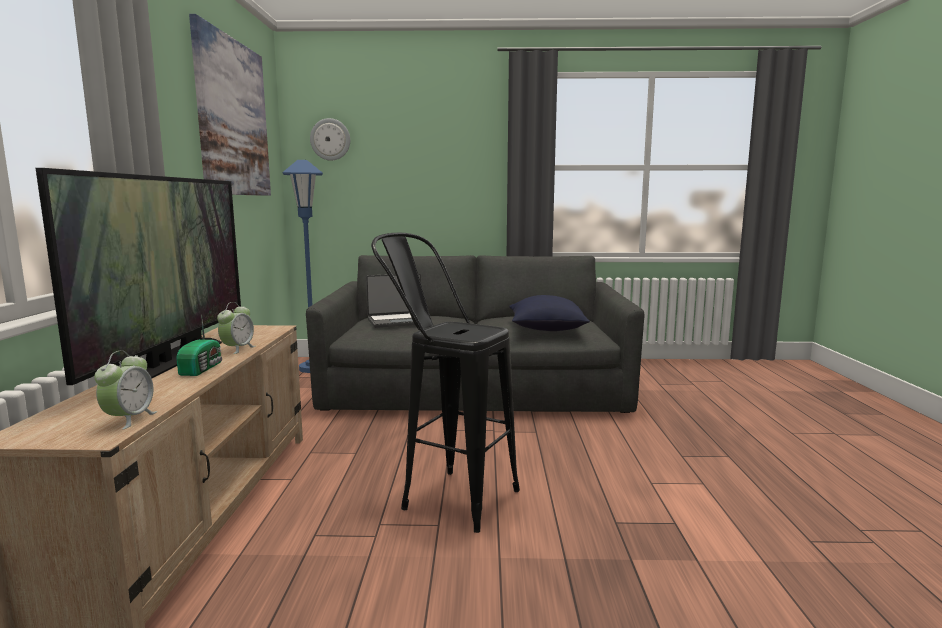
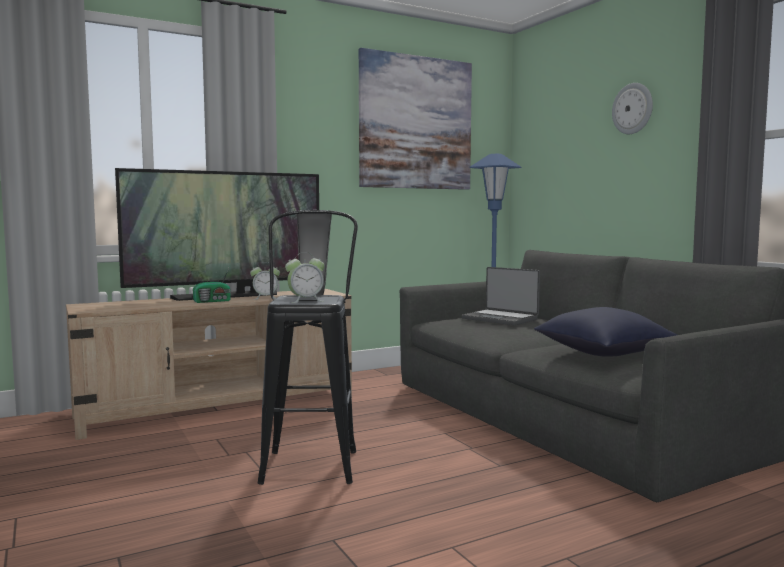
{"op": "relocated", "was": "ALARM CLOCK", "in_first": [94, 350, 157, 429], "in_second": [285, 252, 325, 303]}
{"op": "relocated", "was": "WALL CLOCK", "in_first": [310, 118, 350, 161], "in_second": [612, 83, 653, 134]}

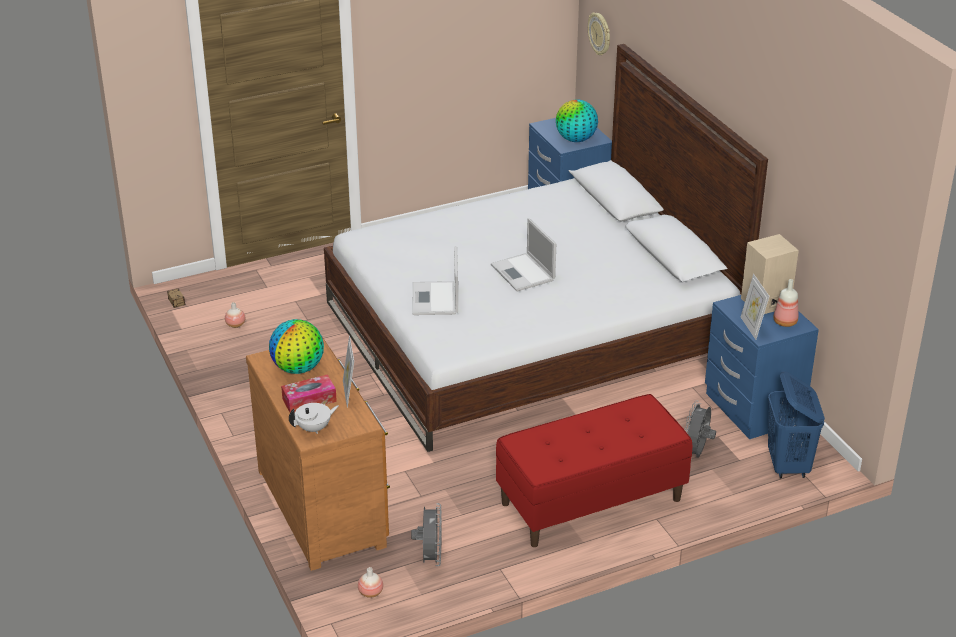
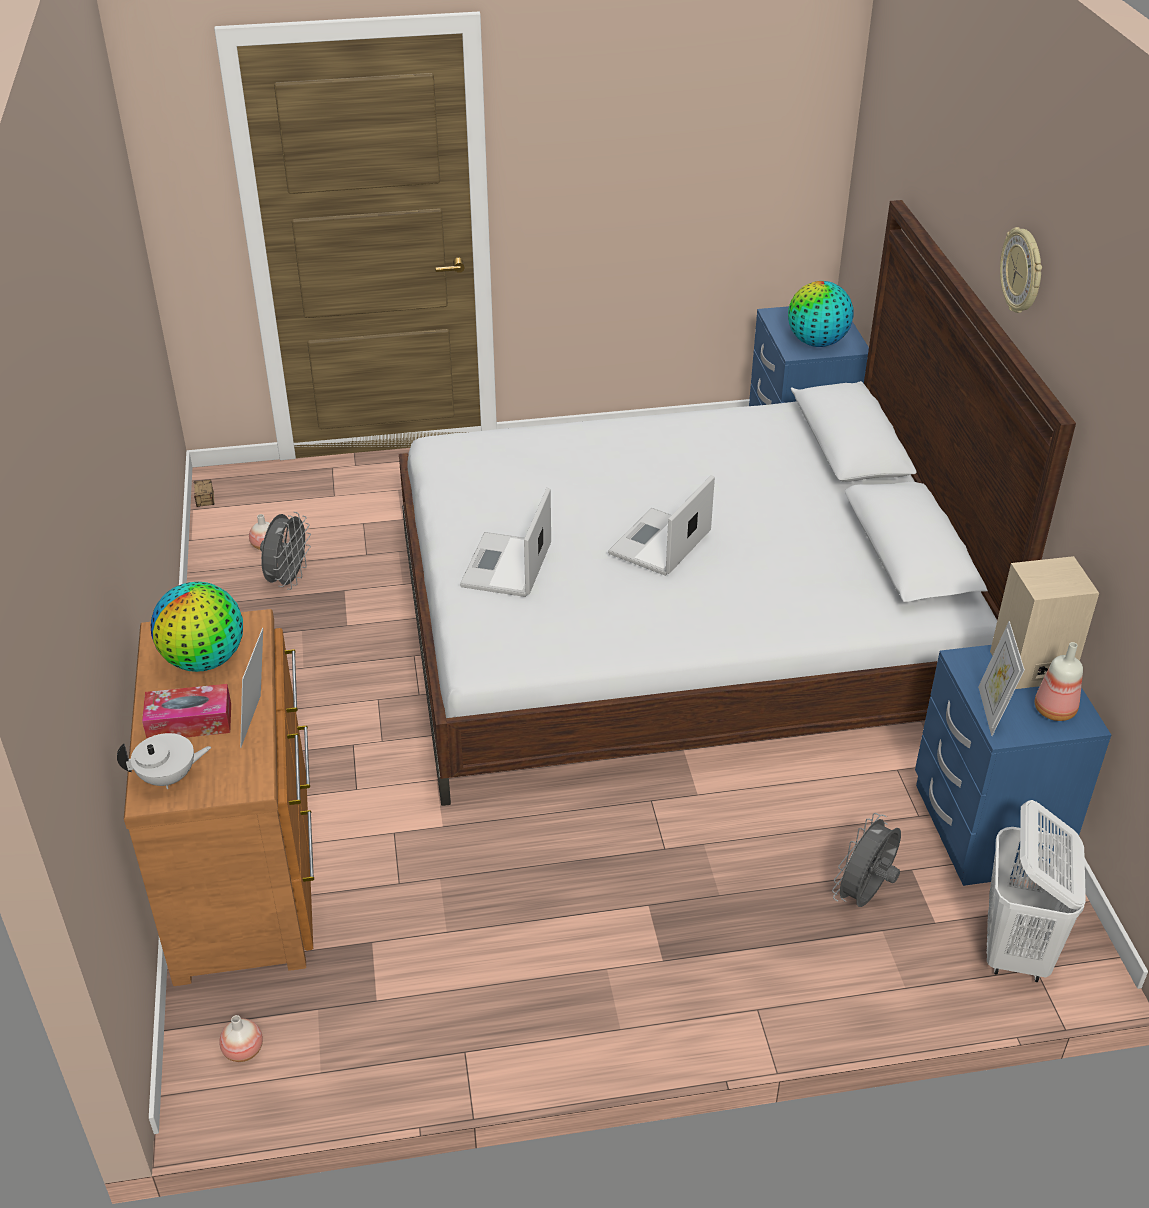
{"op": "relocated", "was": "GREY FAN", "in_first": [411, 503, 442, 566], "in_second": [260, 512, 311, 590]}
{"op": "spun", "was": "LAPTOP", "in_first": [491, 218, 556, 292], "in_second": [608, 475, 715, 576], "clockwise": 45}
{"op": "colour", "was": "BLUE LAUNDRY BASKET", "now": "WHITE LAUNDRY BASKET", "in_first": [768, 371, 825, 479], "in_second": [987, 800, 1086, 982]}
{"op": "relocated", "was": "WALL CLOCK", "in_first": [588, 12, 610, 55], "in_second": [1000, 227, 1042, 313]}
{"op": "missing", "was": "RED BENCH", "in_first": [496, 394, 692, 547]}

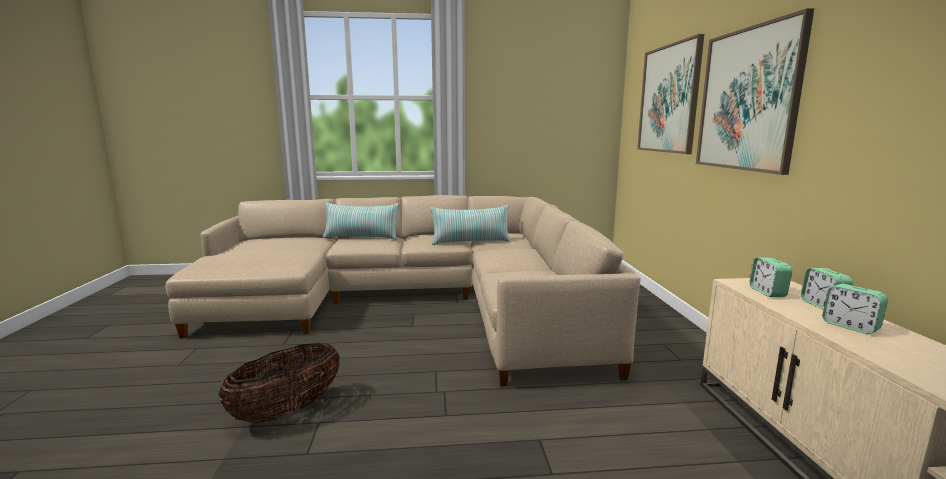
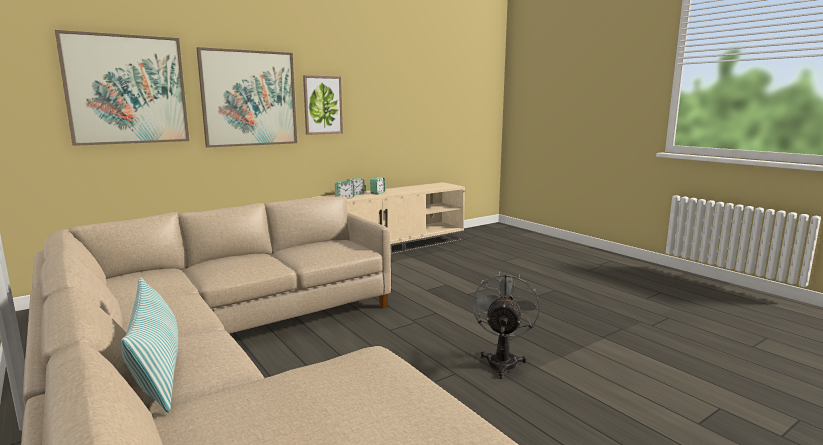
{"op": "appeared", "now": "PICTURE", "in_second": [303, 75, 343, 135]}
{"op": "exchanged", "was": "BASKET", "now": "GREY FAN", "in_first": [218, 343, 340, 423], "in_second": [472, 271, 540, 379]}
{"op": "missing", "was": "PILLOW", "in_first": [430, 205, 510, 245]}

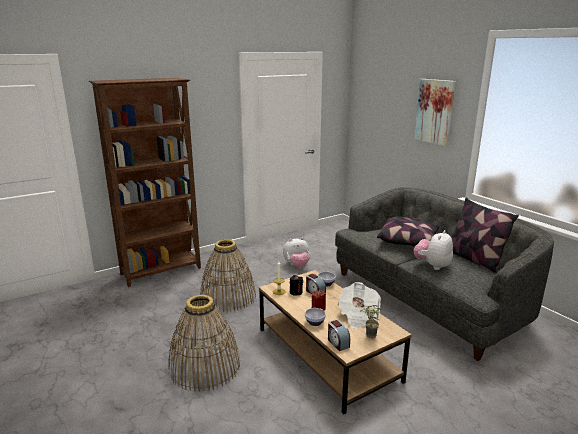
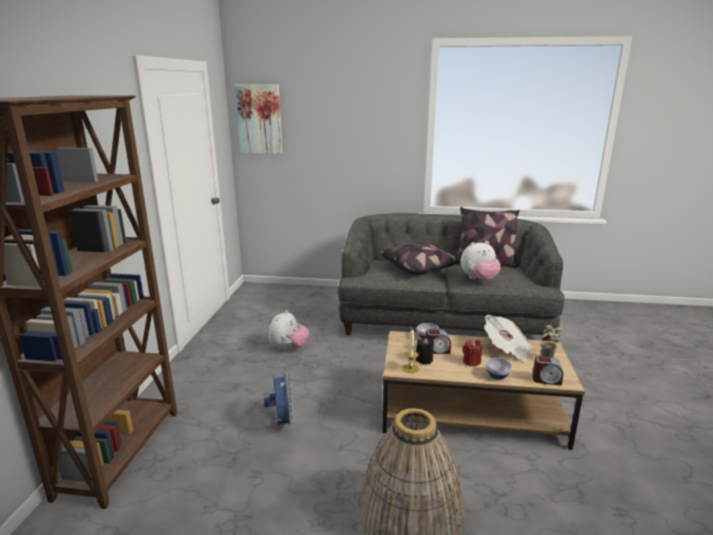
{"op": "relocated", "was": "PICTURE", "in_first": [414, 79, 455, 146], "in_second": [235, 84, 283, 154]}
{"op": "exchanged", "was": "BASKET", "now": "BLUE FAN", "in_first": [200, 239, 256, 312], "in_second": [264, 370, 294, 430]}
{"op": "spun", "was": "PLUSH TOY", "in_first": [414, 230, 453, 270], "in_second": [461, 241, 501, 281], "clockwise": -90}

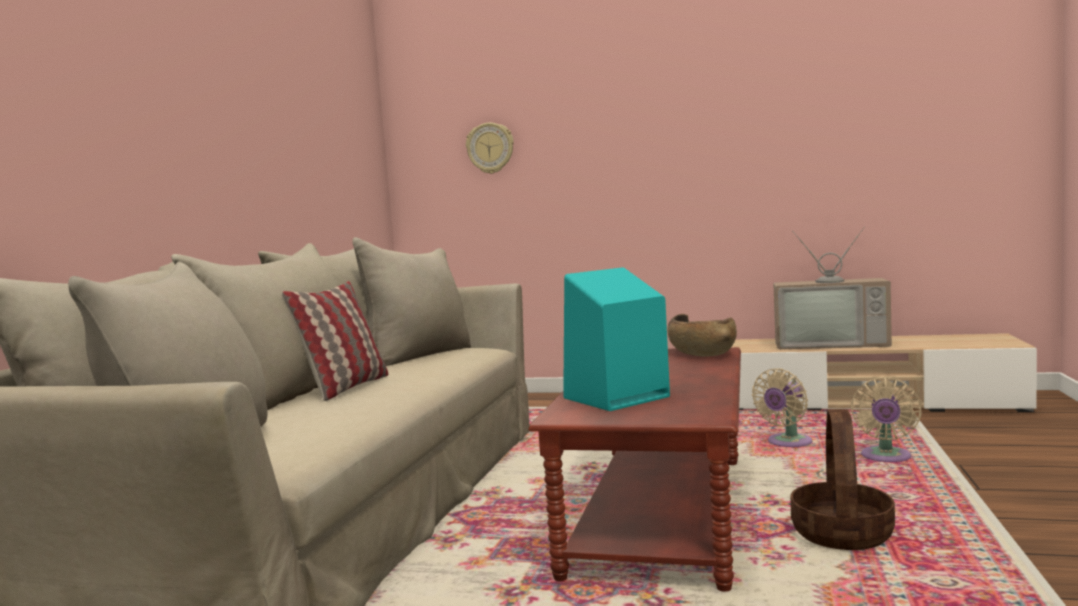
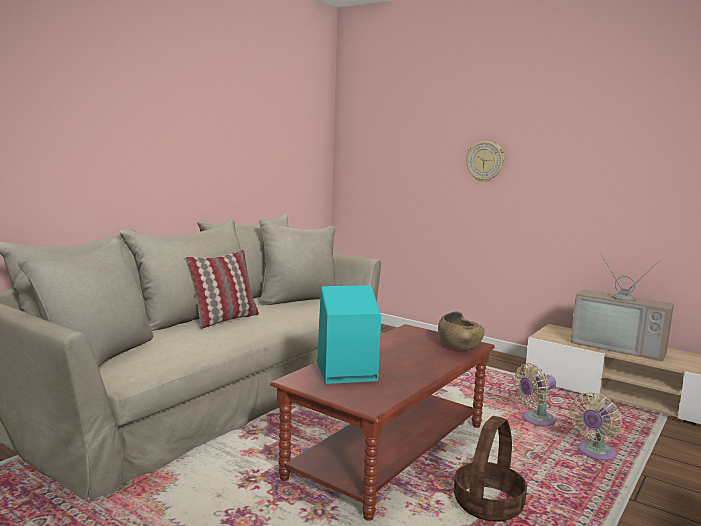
{"op": "relocated", "was": "WALL CLOCK", "in_first": [466, 123, 514, 174], "in_second": [466, 141, 504, 182]}

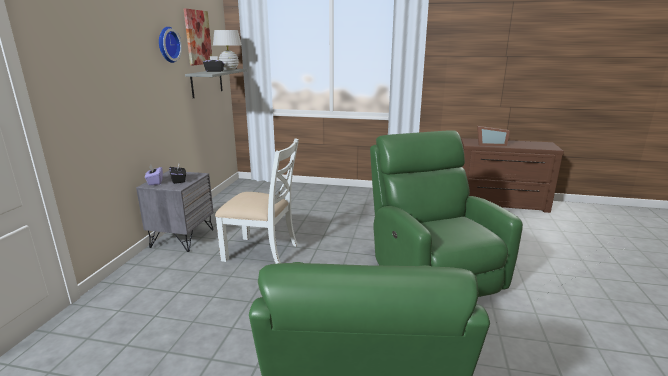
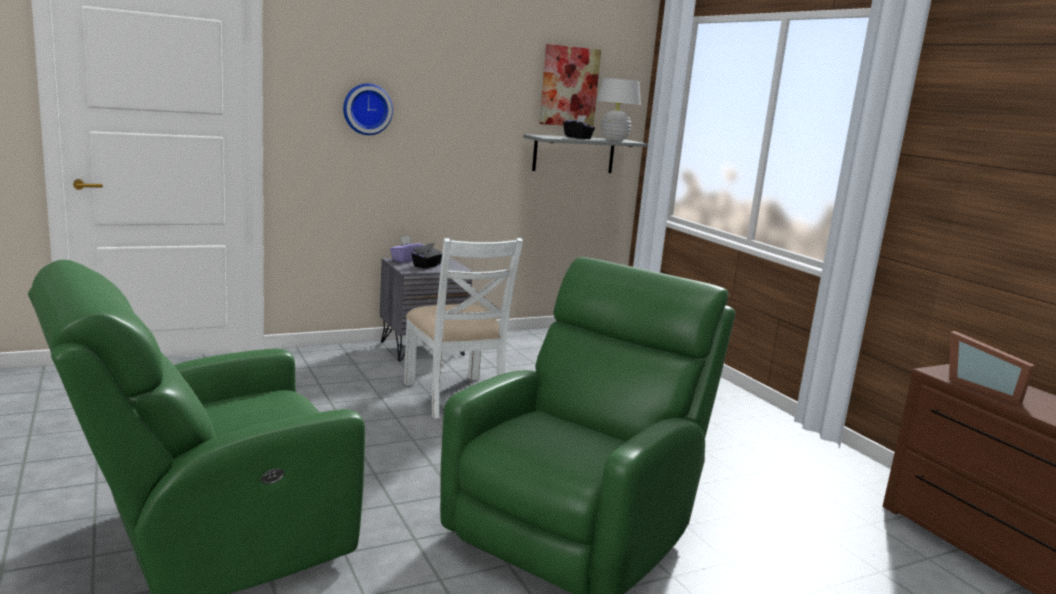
{"op": "relocated", "was": "WALL CLOCK", "in_first": [159, 27, 182, 63], "in_second": [343, 83, 393, 135]}

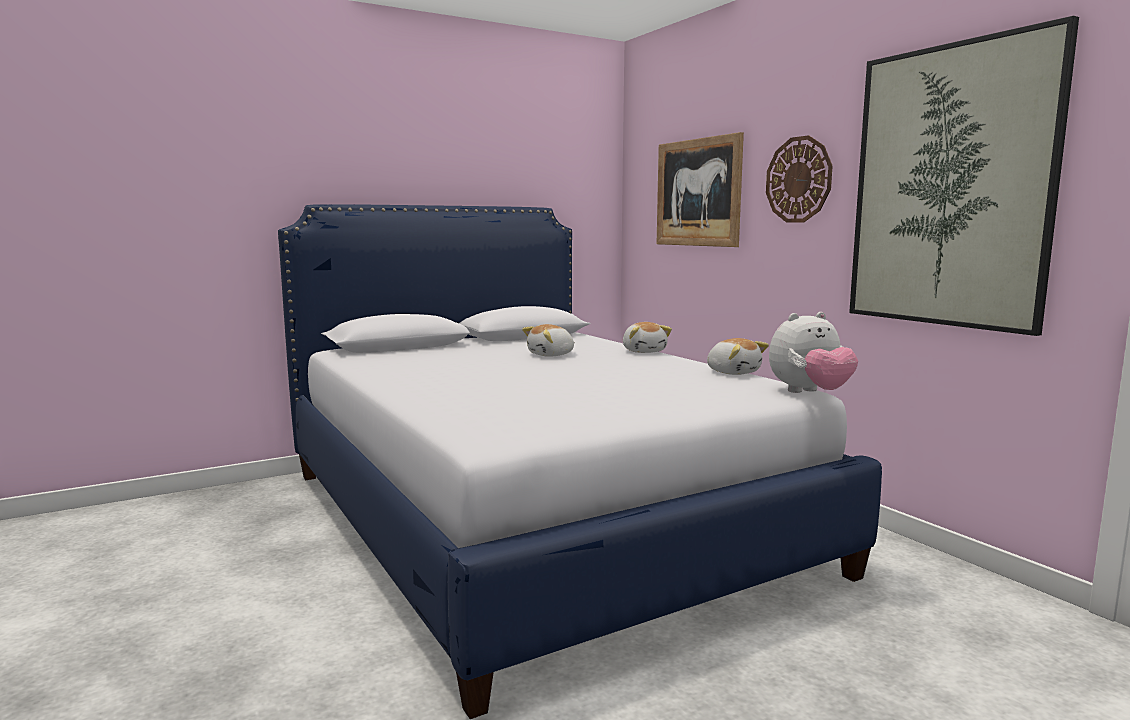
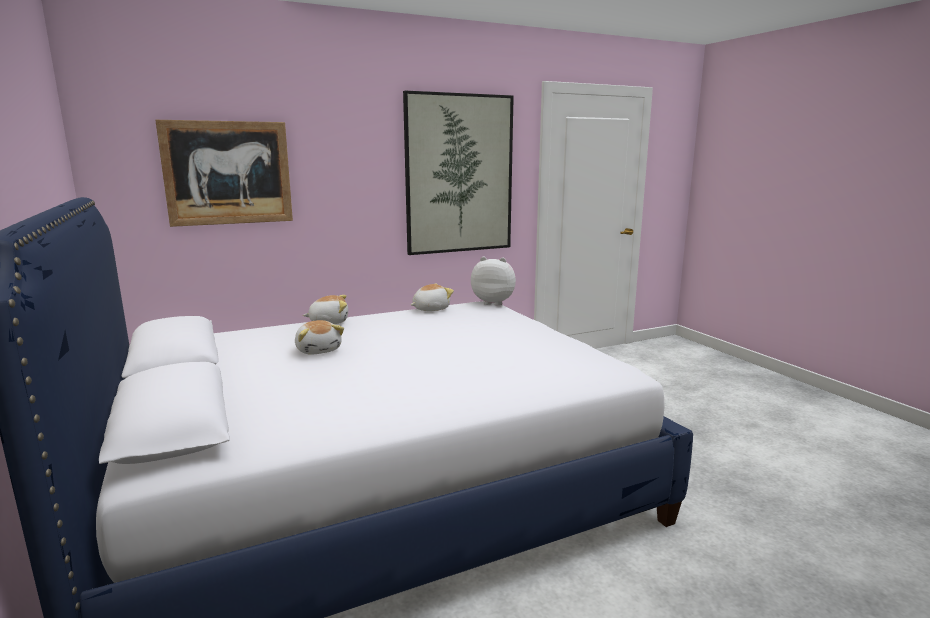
{"op": "spun", "was": "PLUSH TOY", "in_first": [769, 312, 858, 393], "in_second": [471, 257, 516, 306], "clockwise": -60}
{"op": "missing", "was": "WALL CLOCK", "in_first": [766, 135, 833, 222]}

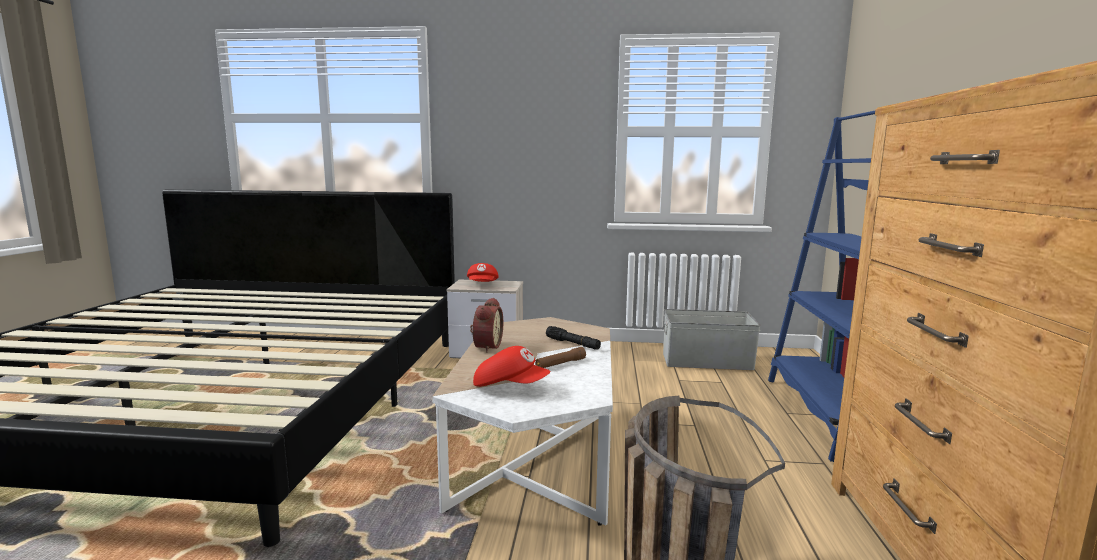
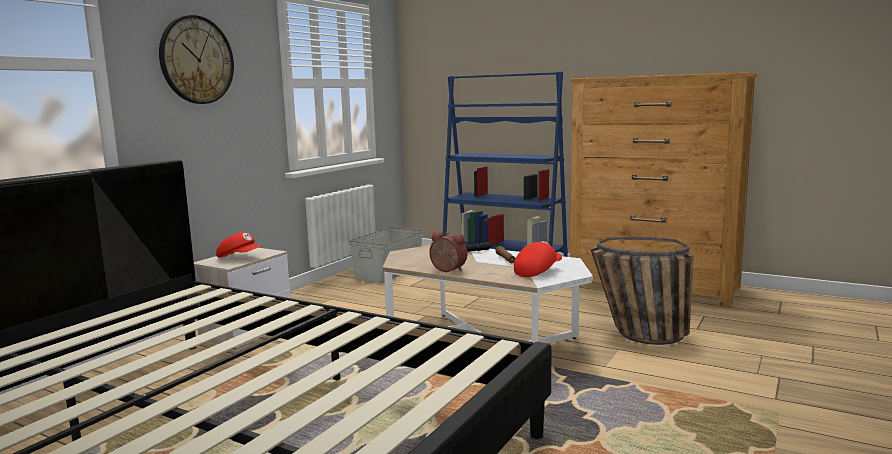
{"op": "appeared", "now": "WALL CLOCK", "in_second": [159, 15, 234, 104]}

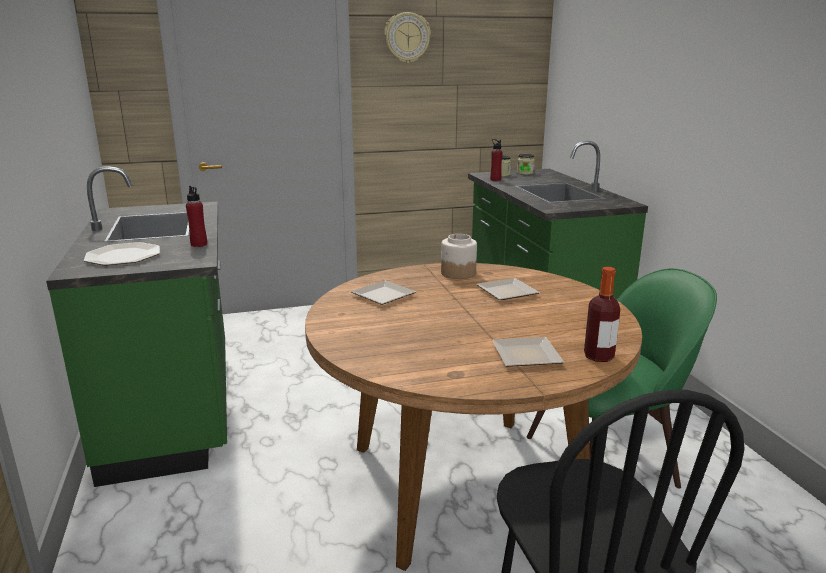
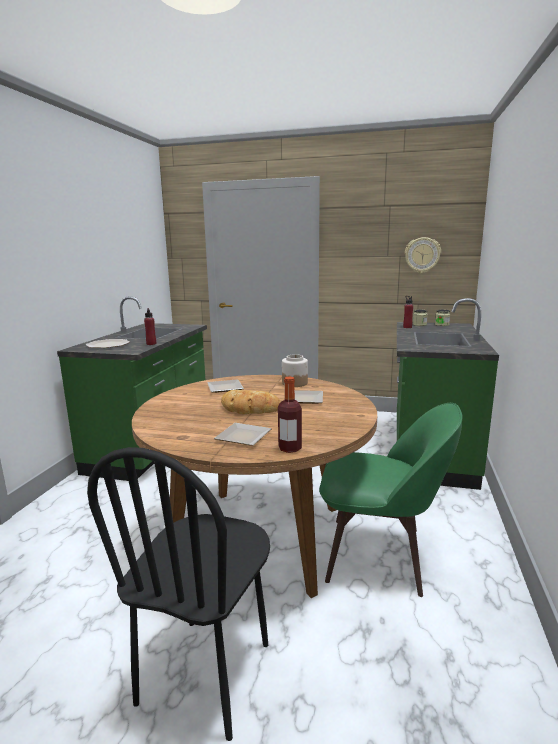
{"op": "appeared", "now": "BREAD", "in_second": [221, 390, 281, 414]}
{"op": "relocated", "was": "WALL CLOCK", "in_first": [384, 12, 431, 63], "in_second": [405, 237, 441, 273]}

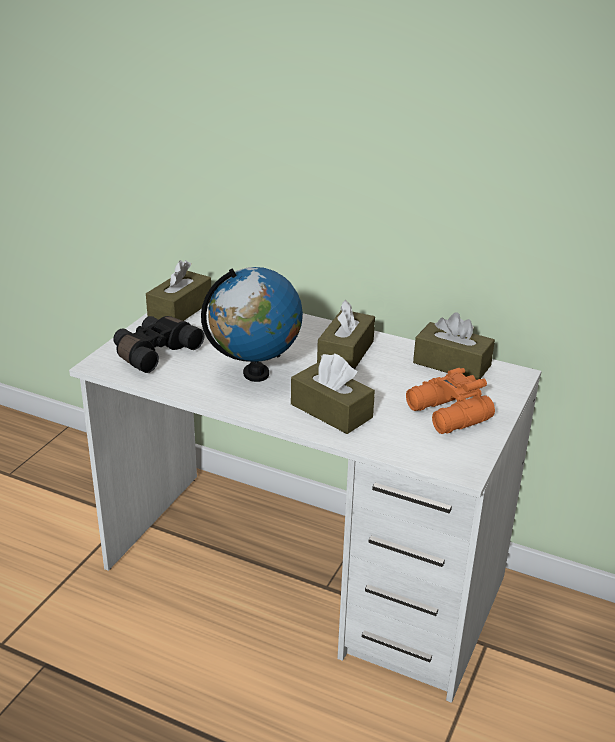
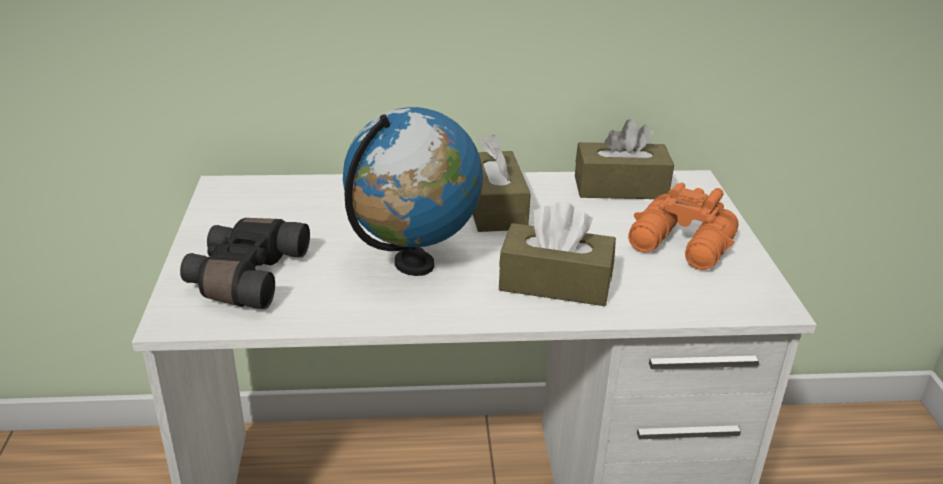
{"op": "missing", "was": "BROWN TISSUE BOX", "in_first": [146, 260, 211, 321]}

